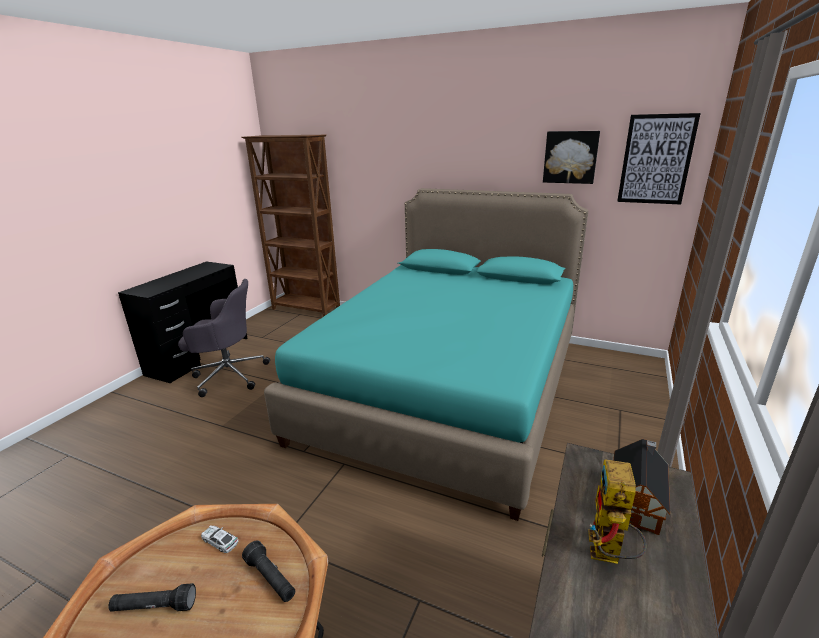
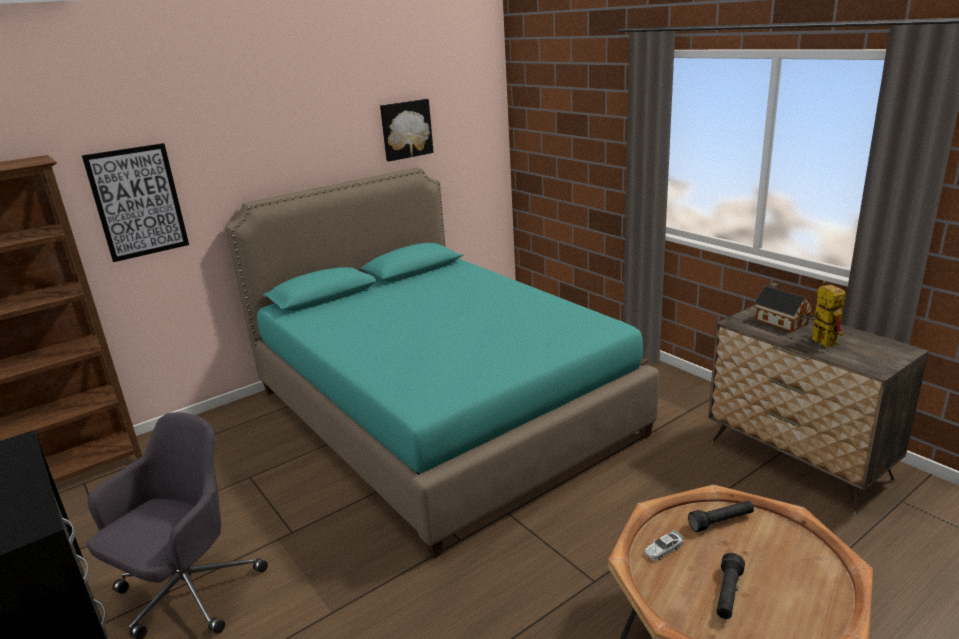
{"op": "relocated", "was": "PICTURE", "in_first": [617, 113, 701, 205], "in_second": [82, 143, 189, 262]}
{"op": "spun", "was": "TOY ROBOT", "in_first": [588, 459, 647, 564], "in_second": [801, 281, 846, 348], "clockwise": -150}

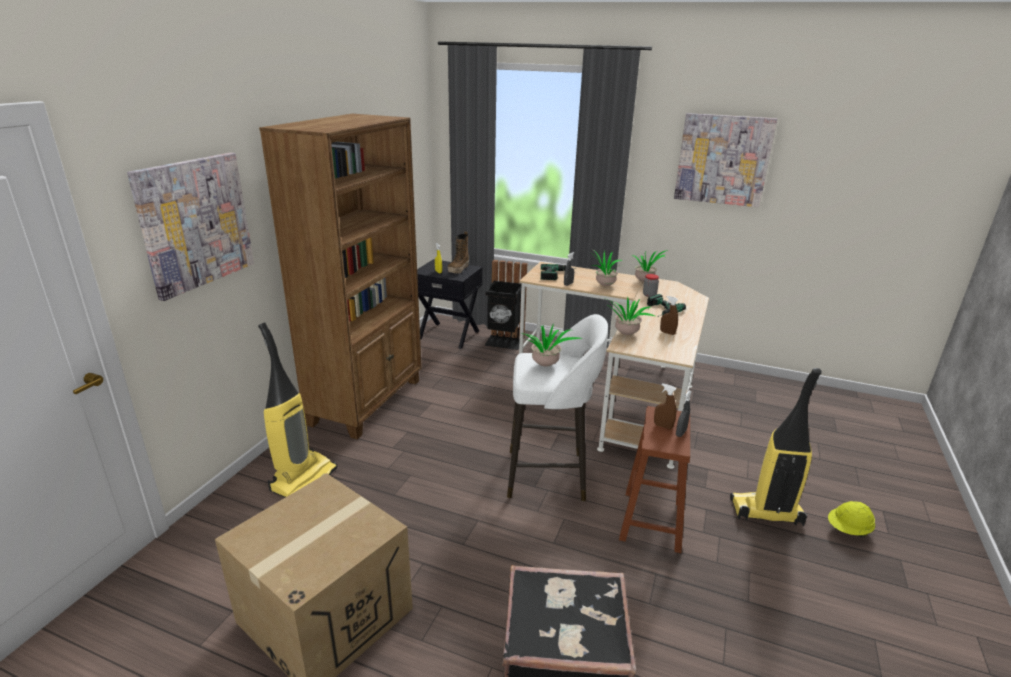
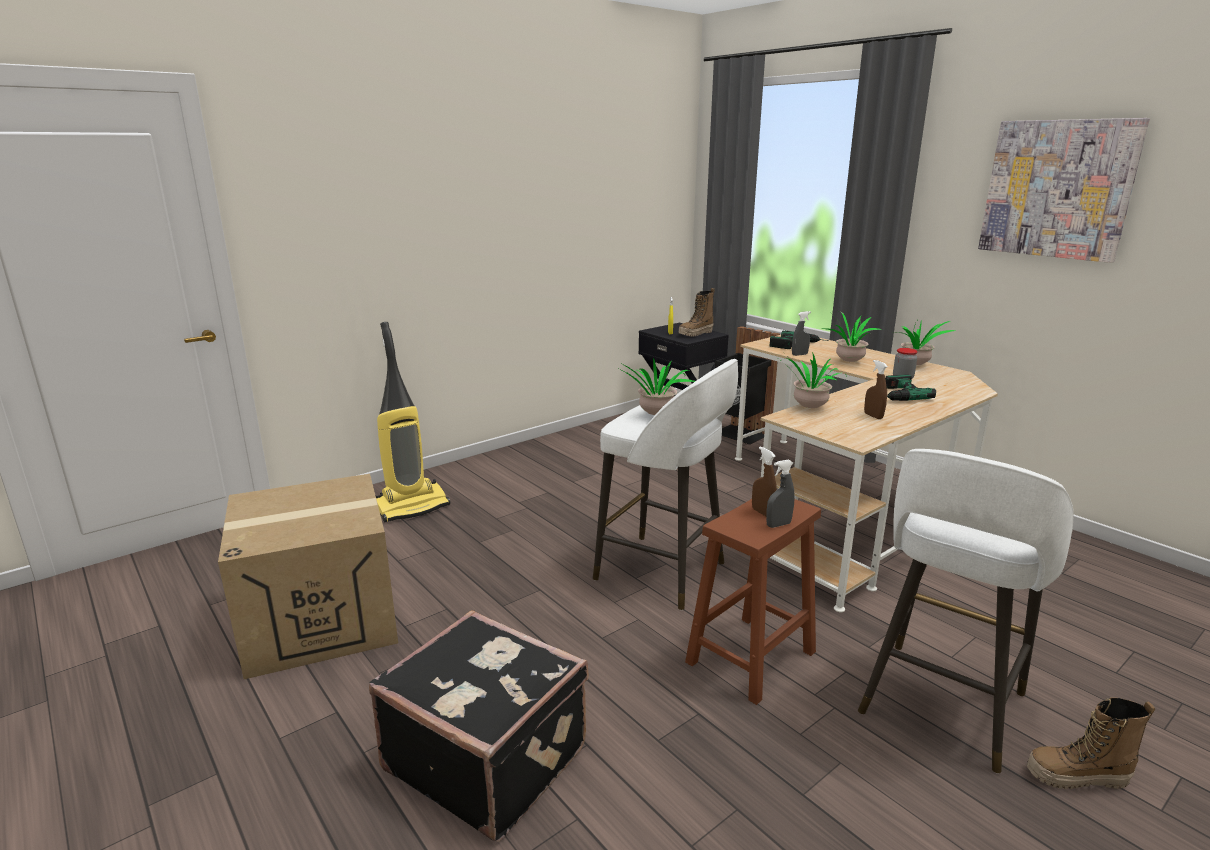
{"op": "exchanged", "was": "VACUUM CLEANER", "now": "WHITE STOOL", "in_first": [730, 368, 822, 526], "in_second": [858, 449, 1074, 774]}
{"op": "exchanged", "was": "YELLOW HARD HAT", "now": "BOOT", "in_first": [828, 501, 875, 537], "in_second": [1027, 698, 1155, 789]}
{"op": "missing", "was": "PICTURE", "in_first": [127, 153, 254, 301]}
{"op": "missing", "was": "BROWN BOOKCASE", "in_first": [259, 114, 422, 439]}

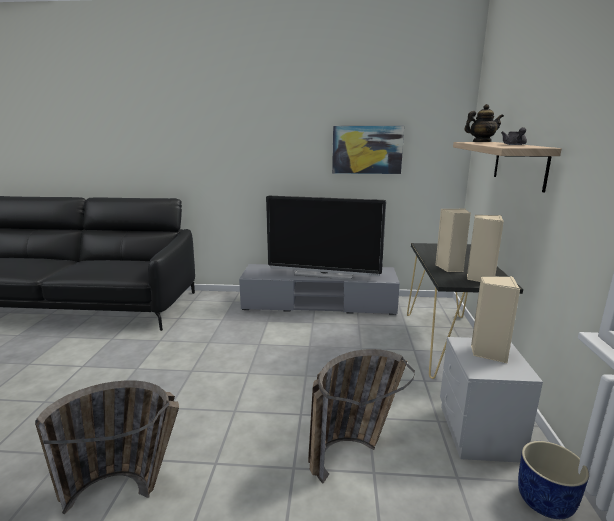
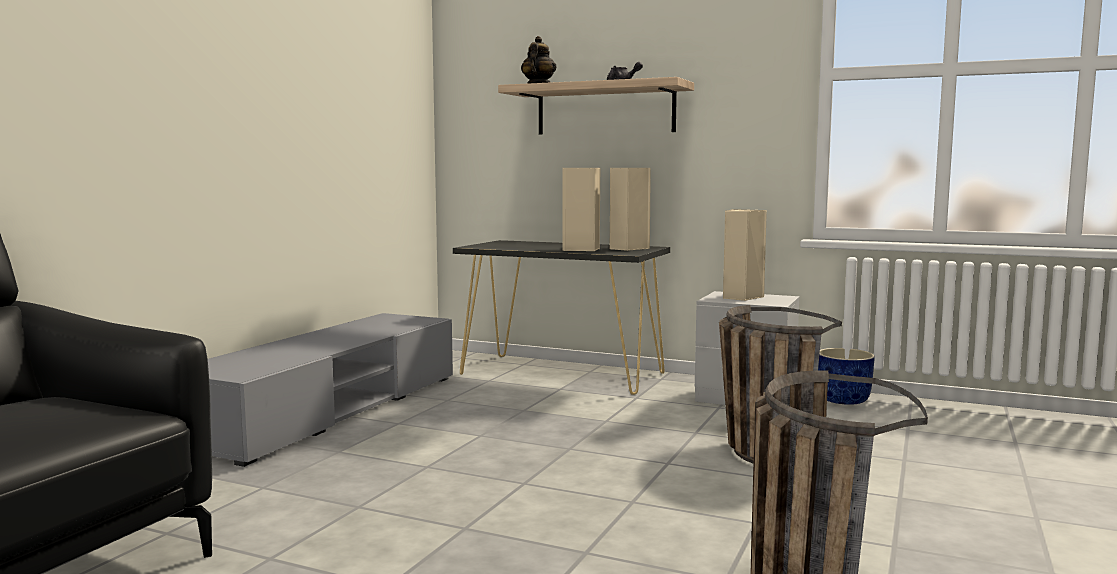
{"op": "missing", "was": "TELEVISION", "in_first": [266, 196, 386, 280]}
{"op": "missing", "was": "PICTURE", "in_first": [332, 126, 404, 174]}

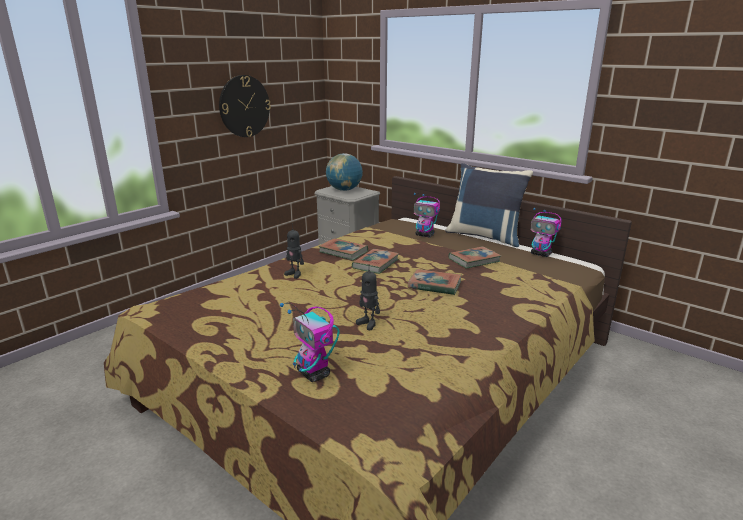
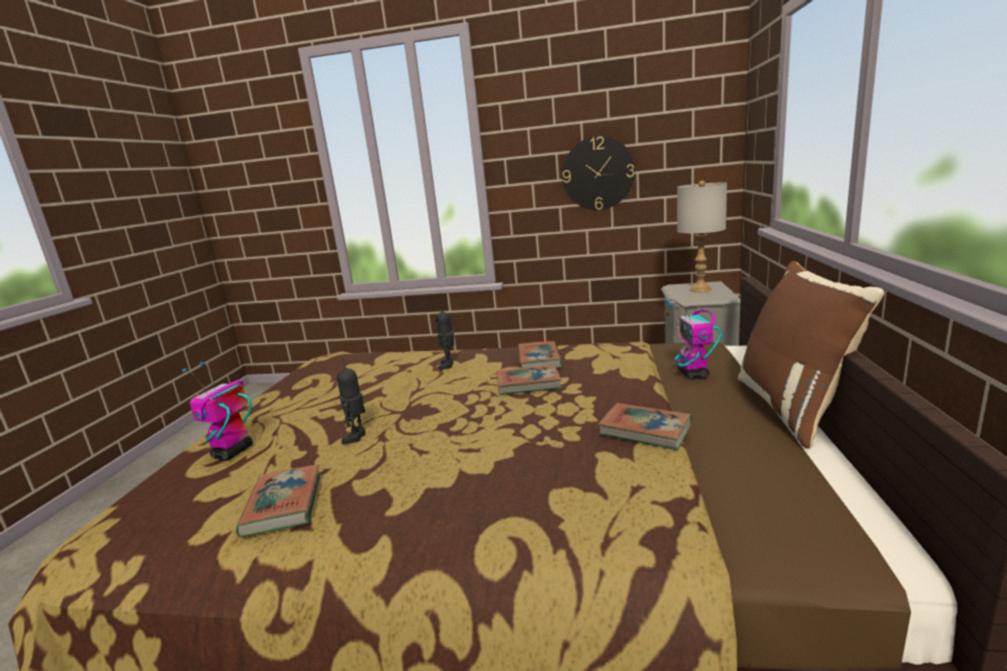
{"op": "relocated", "was": "BOOK", "in_first": [408, 269, 462, 295], "in_second": [236, 465, 320, 538]}
{"op": "exchanged", "was": "GLOBE", "now": "GREY TABLE LAMP", "in_first": [326, 153, 363, 191], "in_second": [677, 181, 727, 292]}
{"op": "colour", "was": "BLUE PILLOW", "now": "BROWN PILLOW", "in_first": [445, 163, 533, 247], "in_second": [738, 261, 884, 449]}
{"op": "missing", "was": "TOY ROBOT", "in_first": [530, 208, 561, 257]}

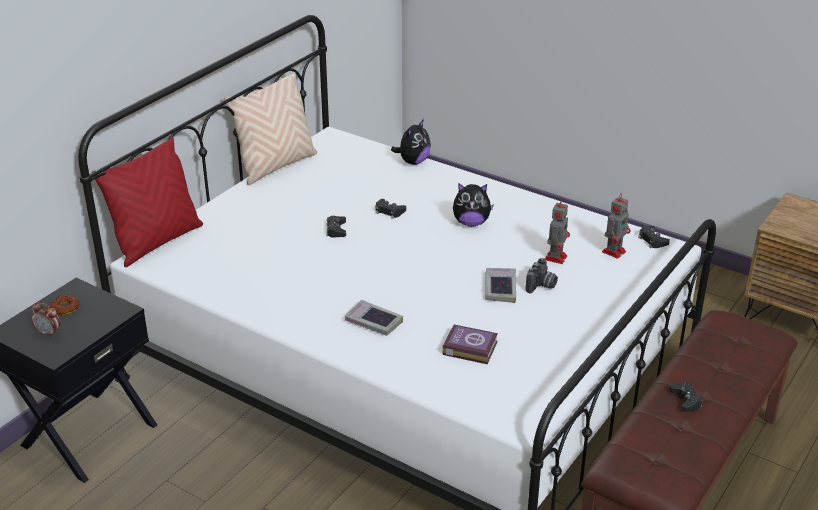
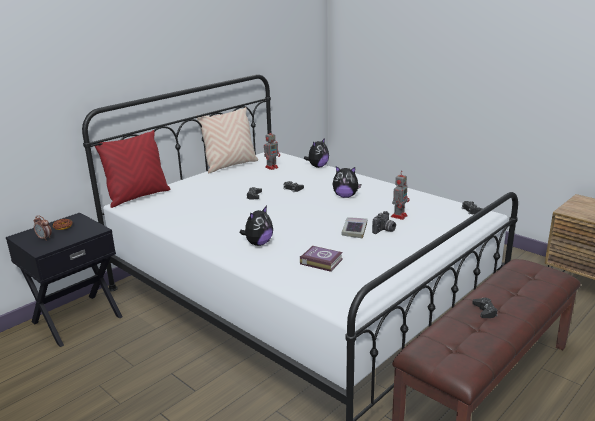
{"op": "exchanged", "was": "BOOK", "now": "PLUSH TOY", "in_first": [345, 300, 403, 336], "in_second": [239, 206, 273, 246]}
{"op": "relocated", "was": "TOY ROBOT", "in_first": [602, 193, 631, 259], "in_second": [264, 130, 280, 170]}

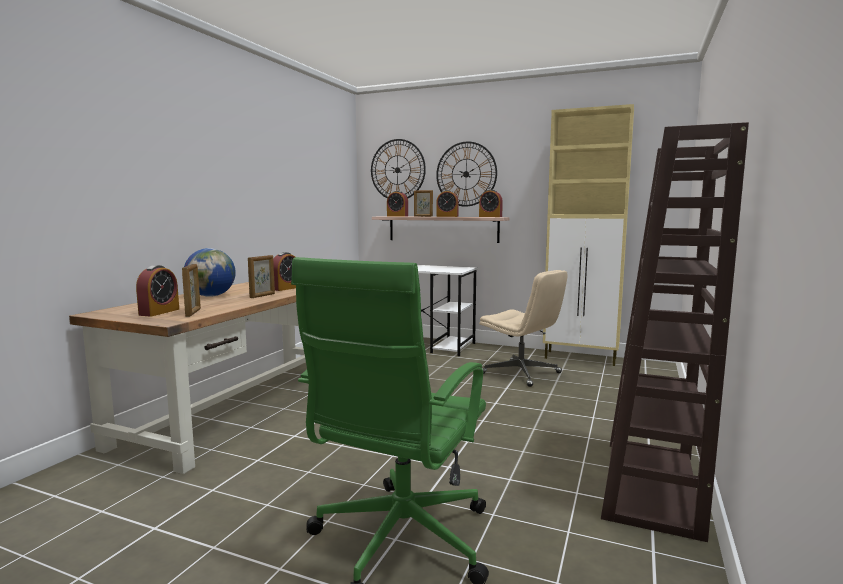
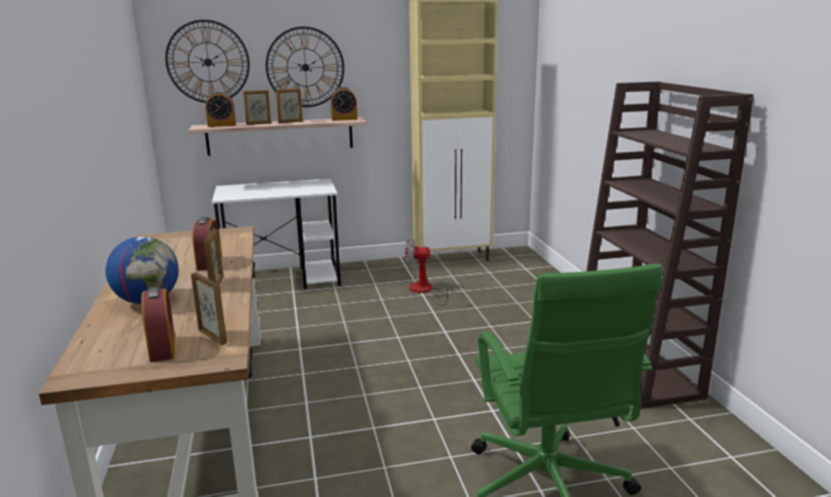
{"op": "exchanged", "was": "ALARM CLOCK", "now": "PICTURE FRAME", "in_first": [436, 190, 459, 217], "in_second": [276, 88, 303, 123]}
{"op": "exchanged", "was": "BEIGE OFFICE CHAIR", "now": "FAN", "in_first": [479, 270, 568, 387], "in_second": [405, 238, 453, 305]}

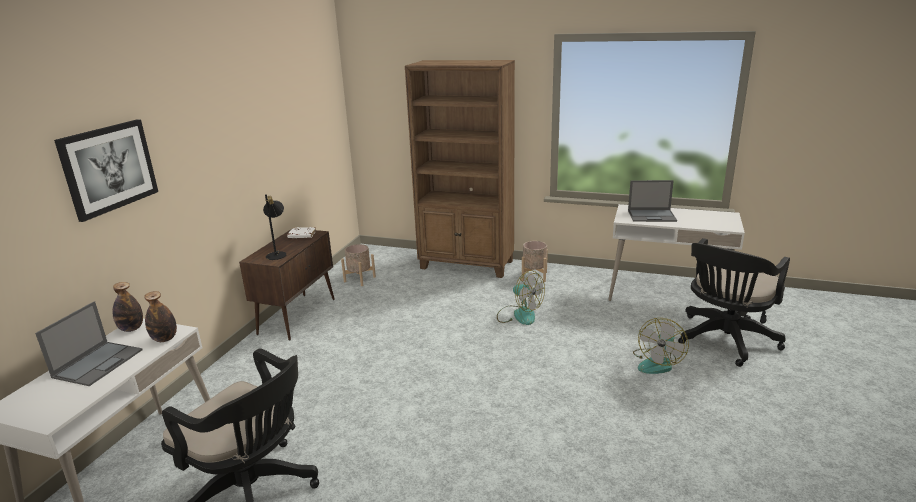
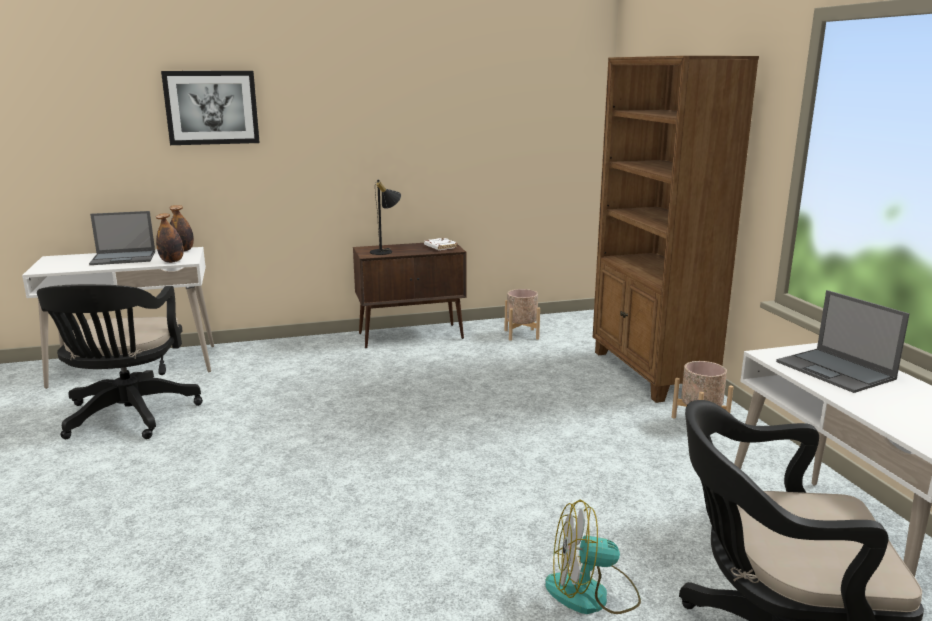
{"op": "missing", "was": "FAN", "in_first": [497, 270, 545, 325]}

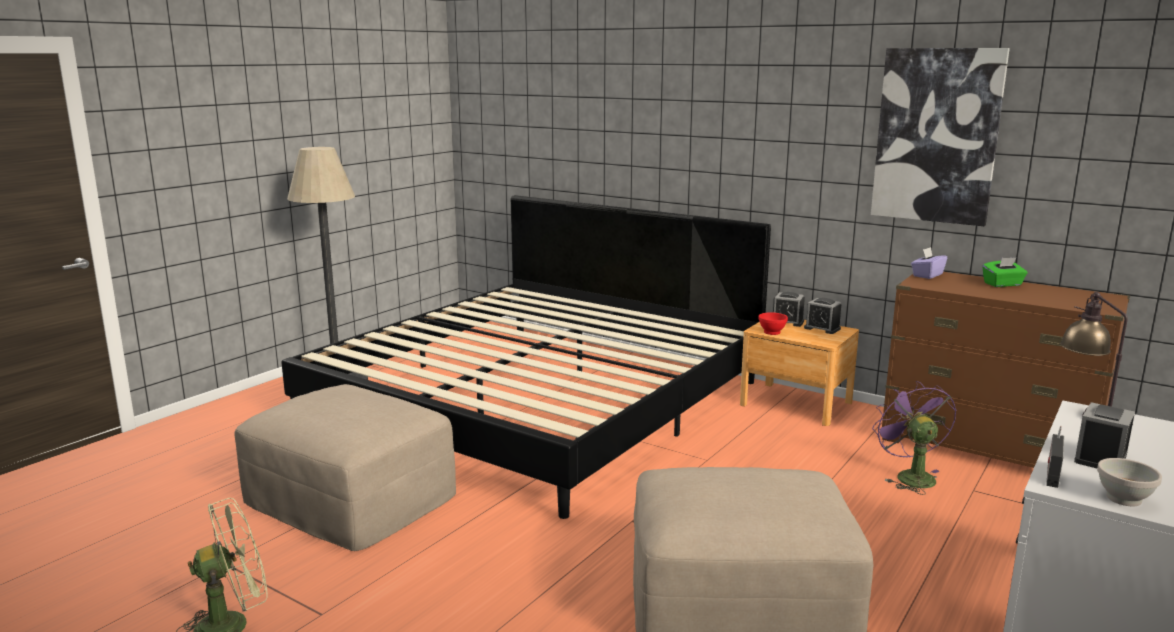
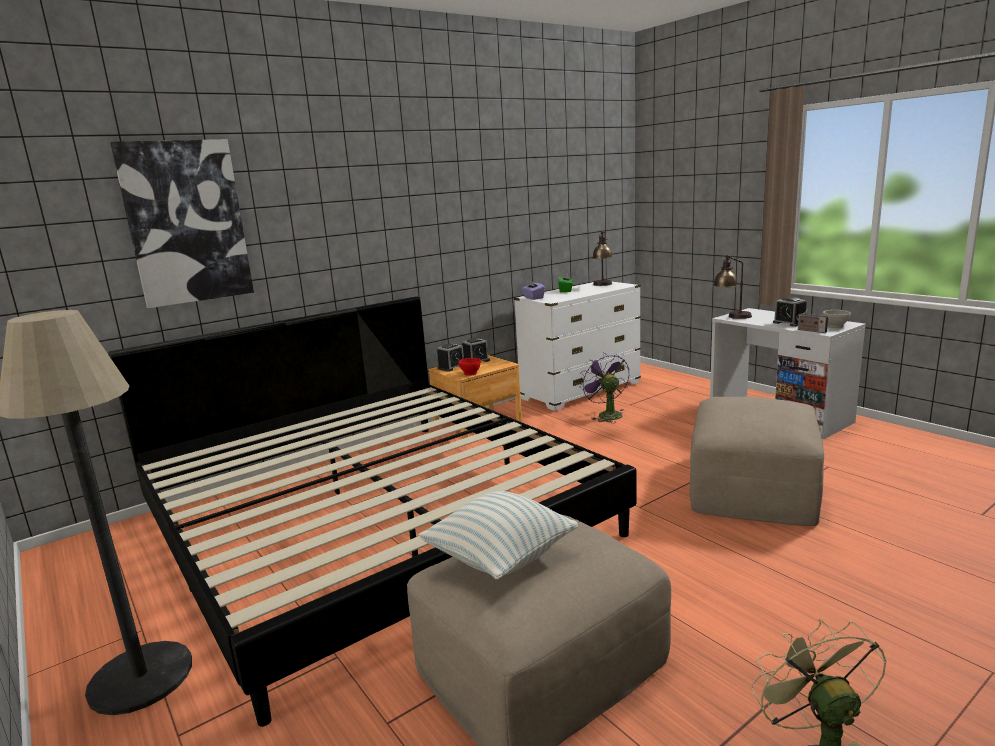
{"op": "relocated", "was": "PICTURE", "in_first": [871, 48, 1010, 226], "in_second": [110, 139, 254, 308]}
{"op": "appeared", "now": "PILLOW", "in_second": [418, 491, 578, 580]}
{"op": "colour", "was": "BROWN DRESSER", "now": "WHITE DRESSER", "in_first": [882, 272, 1130, 468], "in_second": [514, 282, 641, 411]}
{"op": "spun", "was": "PURPLE FAN", "in_first": [872, 381, 957, 495], "in_second": [580, 353, 629, 423], "clockwise": 60}
{"op": "appeared", "now": "TABLE LAMP", "in_second": [593, 231, 612, 286]}

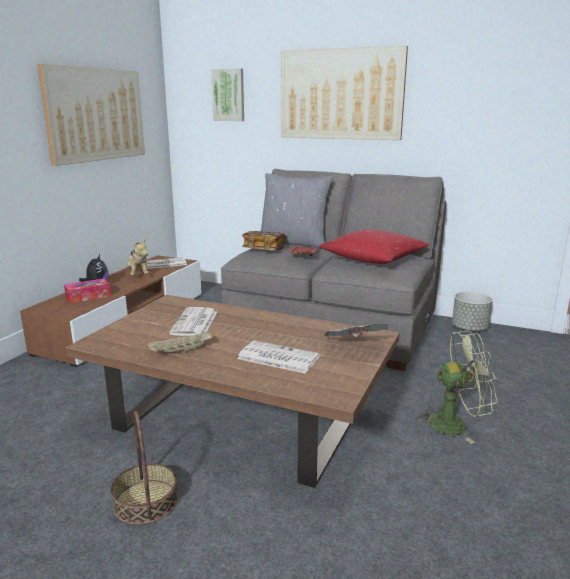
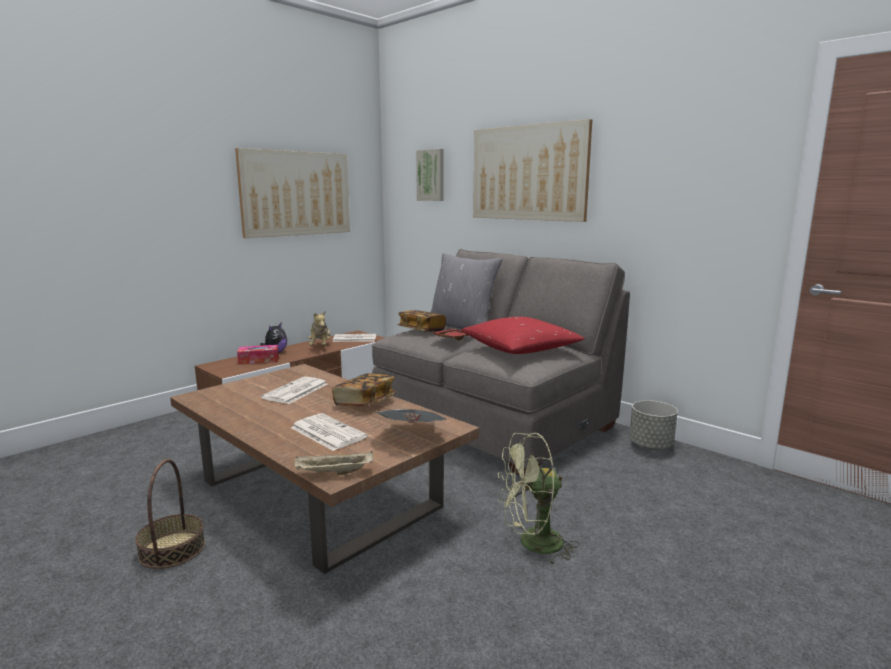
{"op": "relocated", "was": "BEIGE TRAY", "in_first": [147, 331, 212, 352], "in_second": [295, 451, 373, 475]}
{"op": "appeared", "now": "BOOK", "in_second": [332, 373, 396, 407]}
{"op": "spun", "was": "GREEN FAN", "in_first": [415, 331, 498, 444], "in_second": [498, 433, 579, 566], "clockwise": 150}

